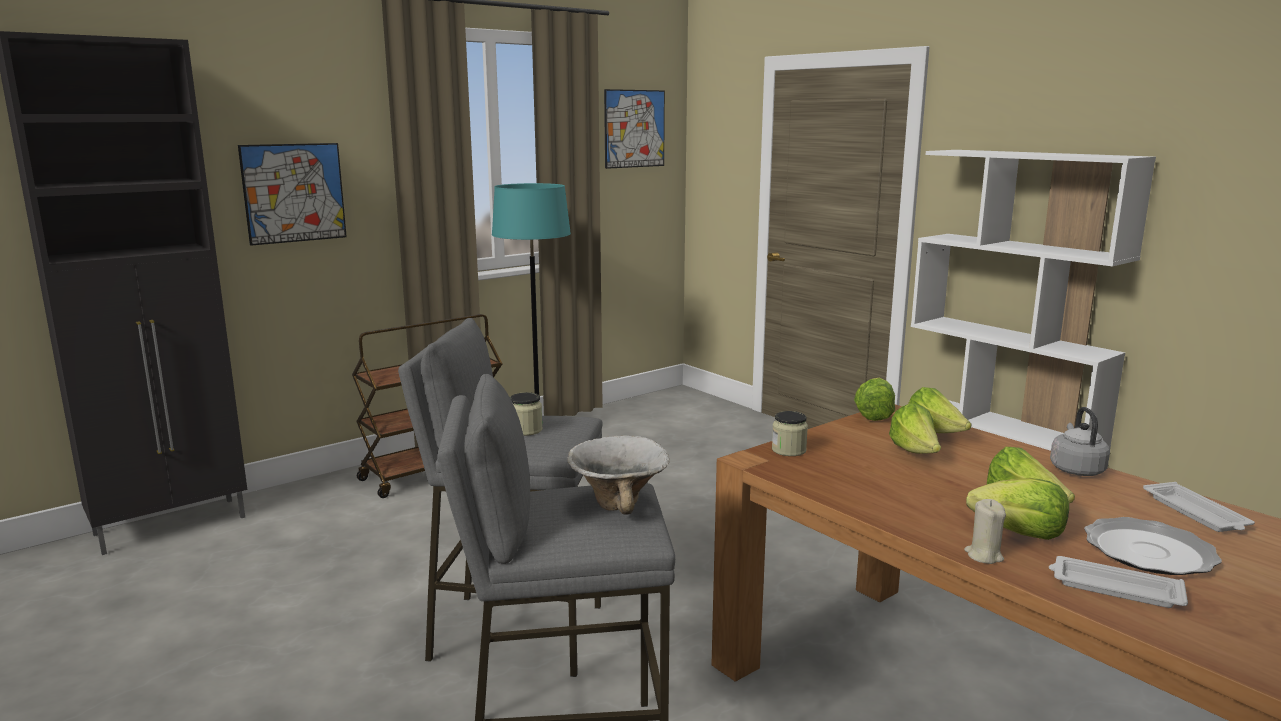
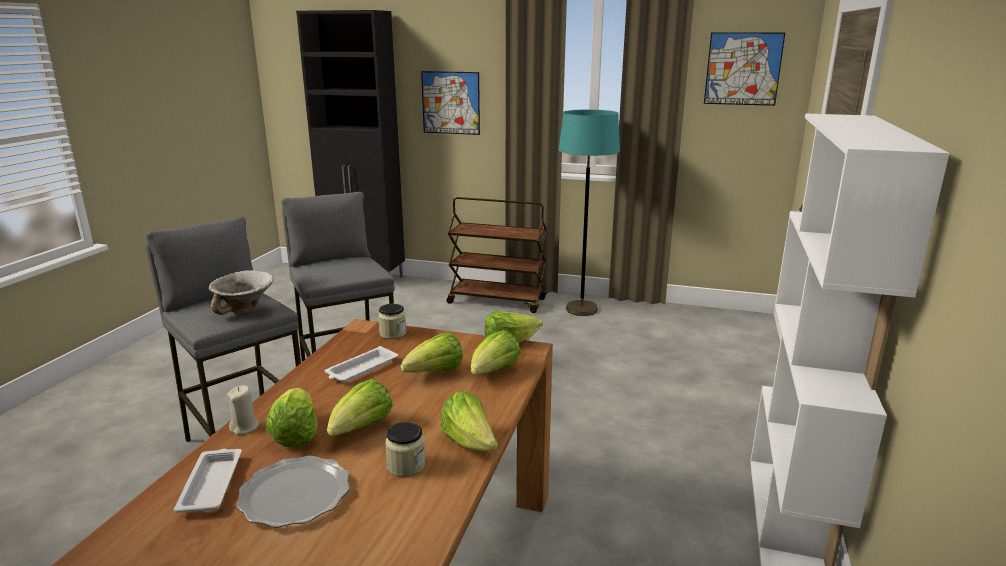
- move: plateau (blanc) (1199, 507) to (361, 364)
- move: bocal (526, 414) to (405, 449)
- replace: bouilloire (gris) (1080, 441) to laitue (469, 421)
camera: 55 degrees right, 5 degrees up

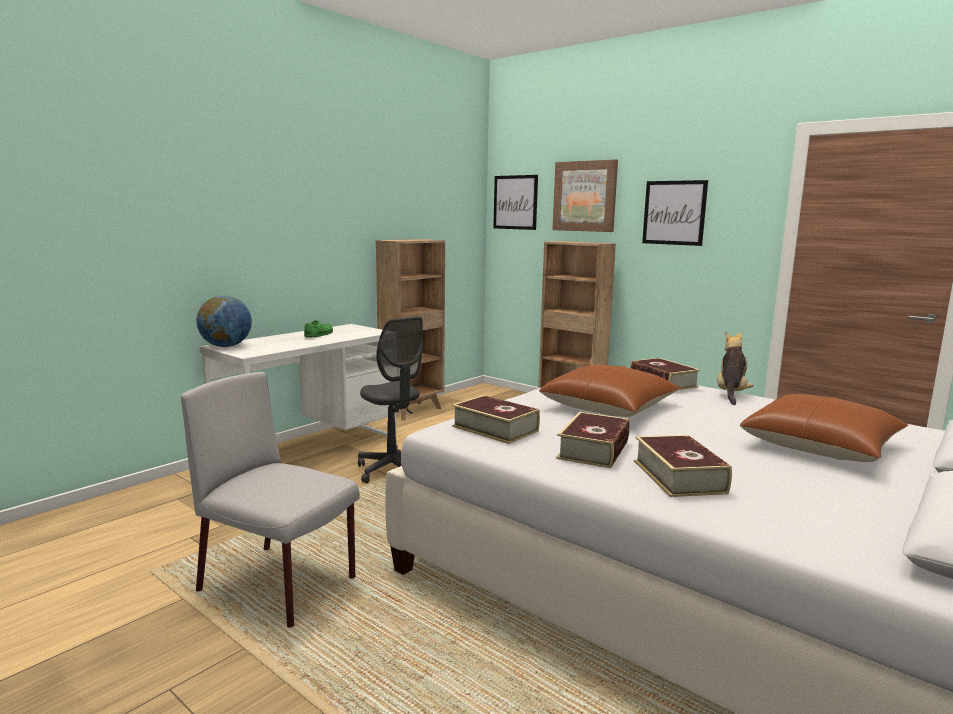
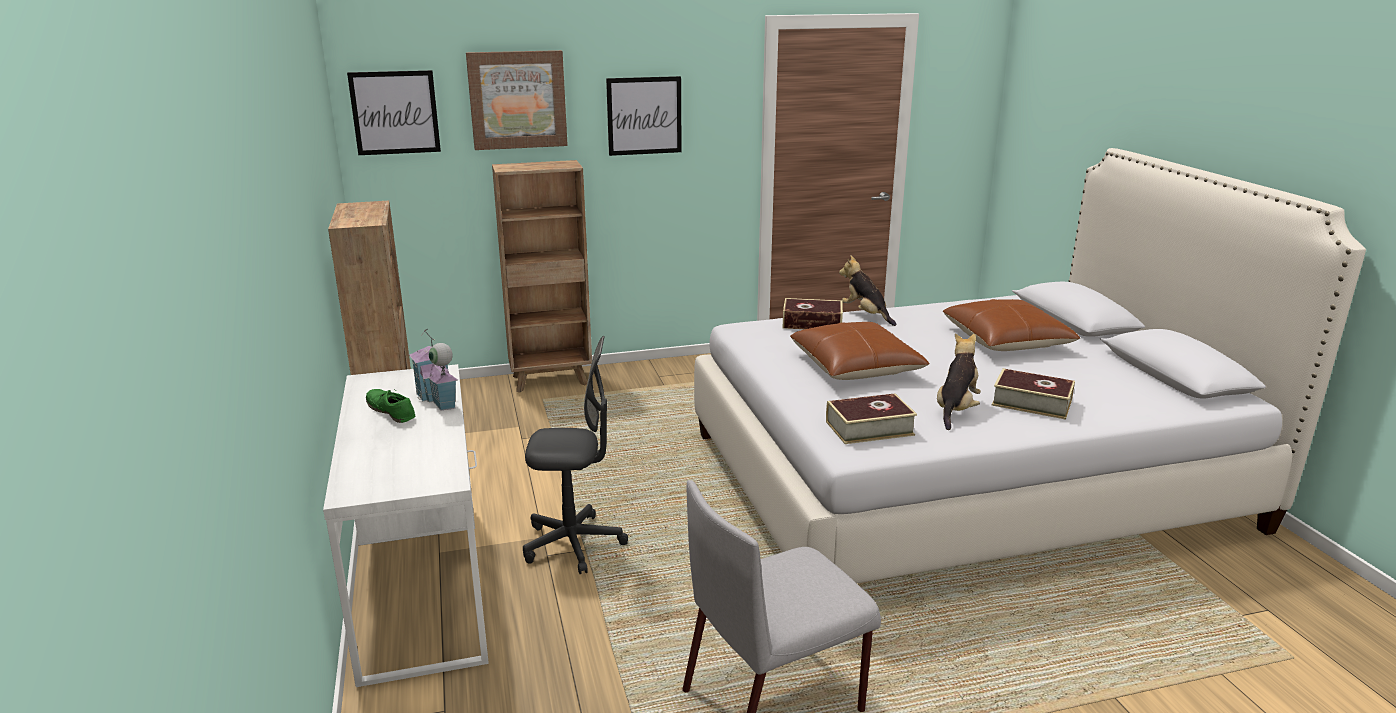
- insert: maison miniature (433, 369)
- replace: livre (593, 440) to peluche (959, 381)
- delete: globe (224, 321)
camera: 55 degrees left, 10 degrees up

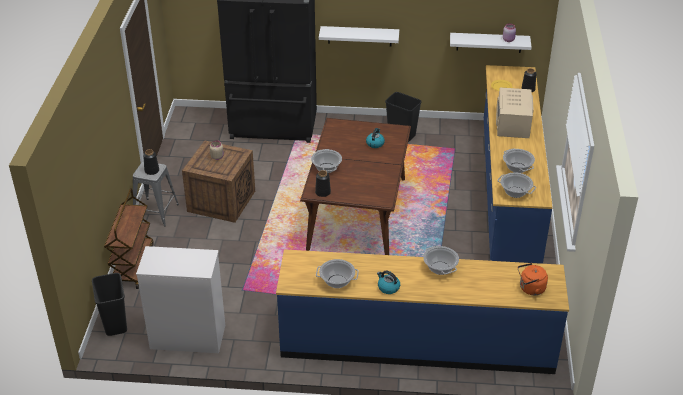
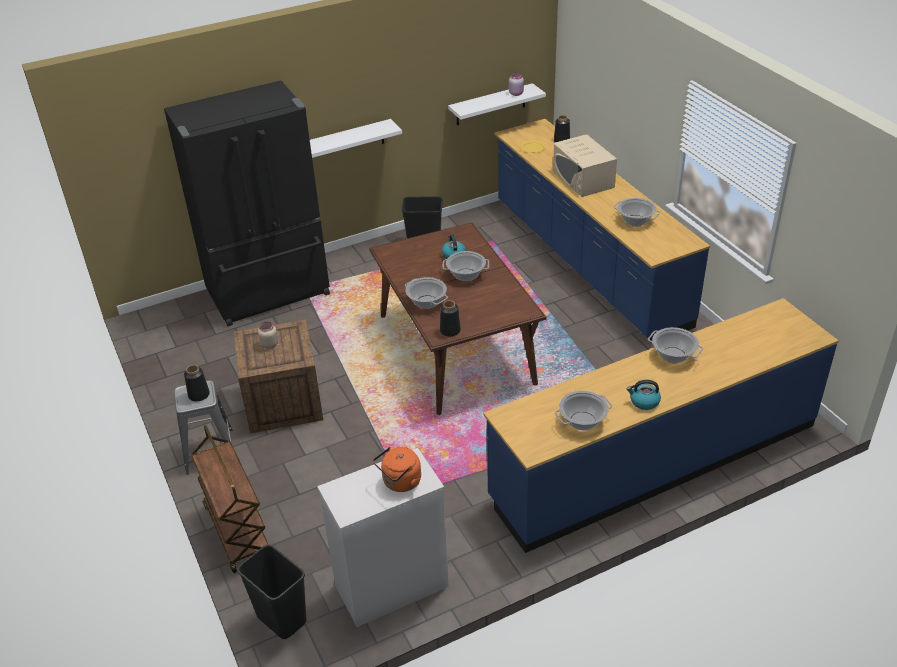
- move: bouilloire (orange) (533, 279) to (397, 469)
- move: marmite (516, 185) to (465, 266)
camera: 30 degrees left, 0 degrees up

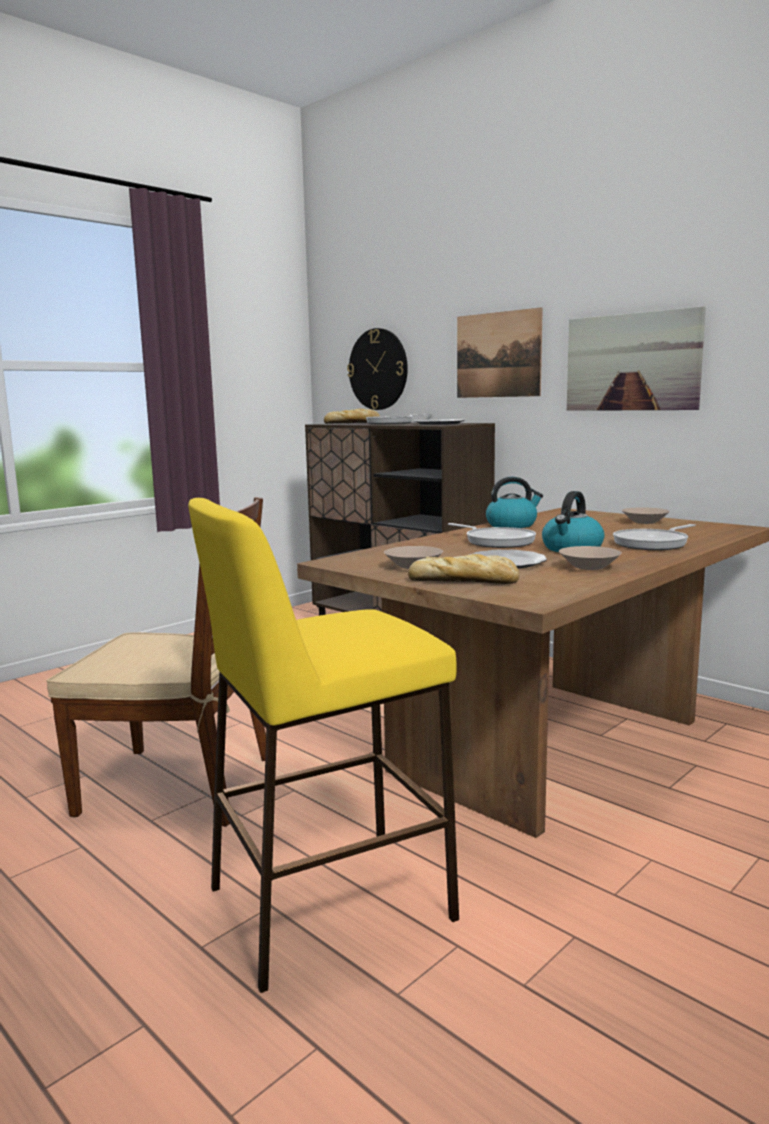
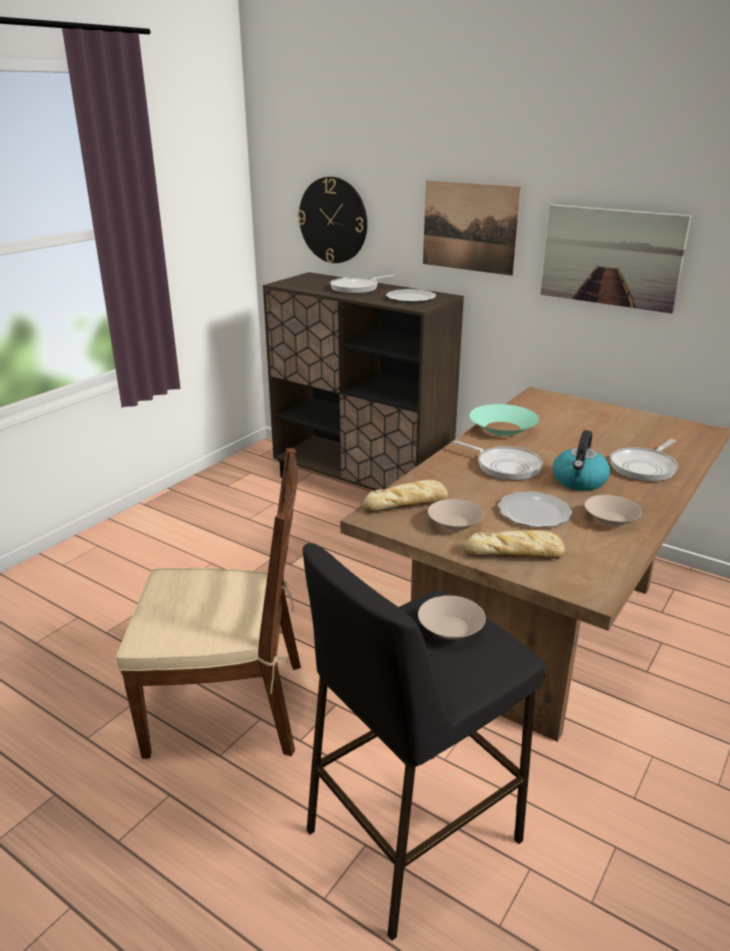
- recolor: tabouret (jaune) (323, 745) to tabouret (noir) (424, 742)
- move: pain (352, 416) to (405, 496)
- move: bol (beige) (646, 515) to (452, 617)
- replace: bouilloire (514, 502) to bol (turquoise) (504, 420)
camera: 10 degrees left, 15 degrees up

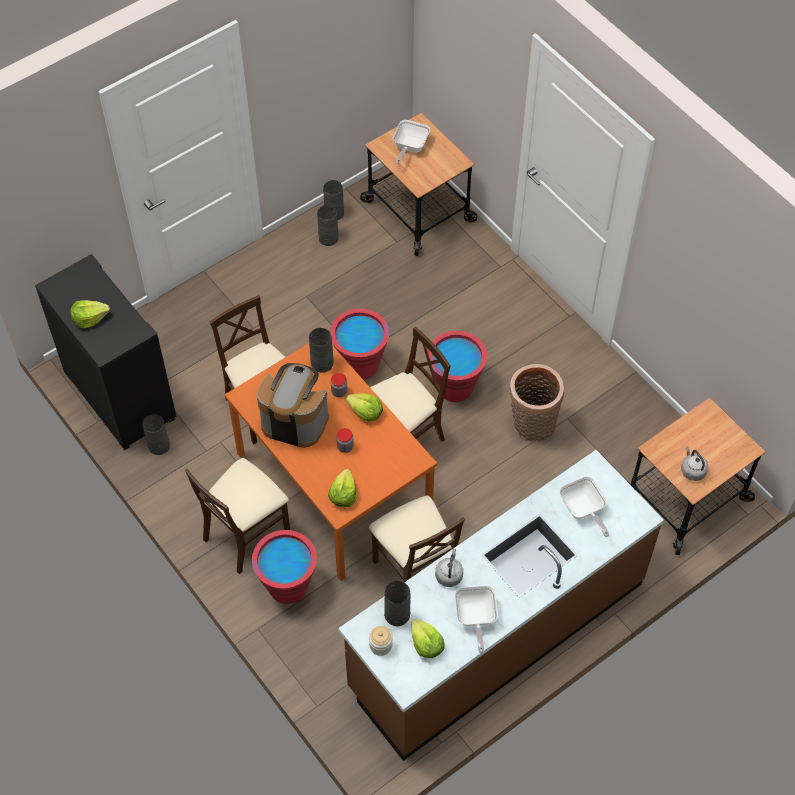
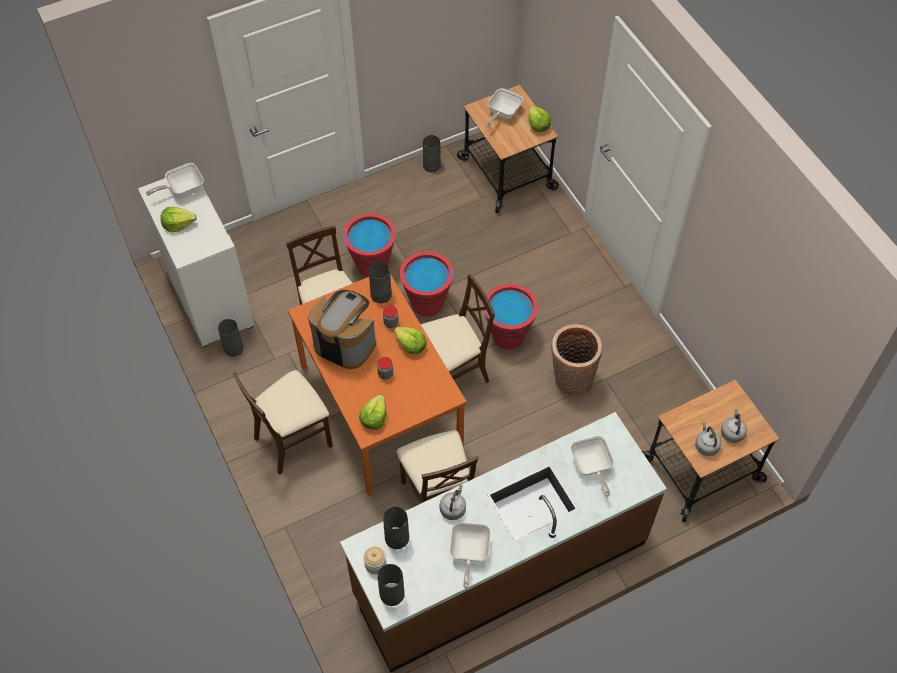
- recolor: meuble de rangement (noir) (105, 352) to meuble de rangement (blanc) (196, 263)
- insert: poêle (175, 180)
- move: seau (rouge) (284, 567) to (369, 245)
- move: vase (gris) (328, 225) to (391, 585)
- move: laitue (427, 638) to (539, 118)
- insert: bouilloire (gris) (734, 426)
camera: 10 degrees right, 0 degrees up

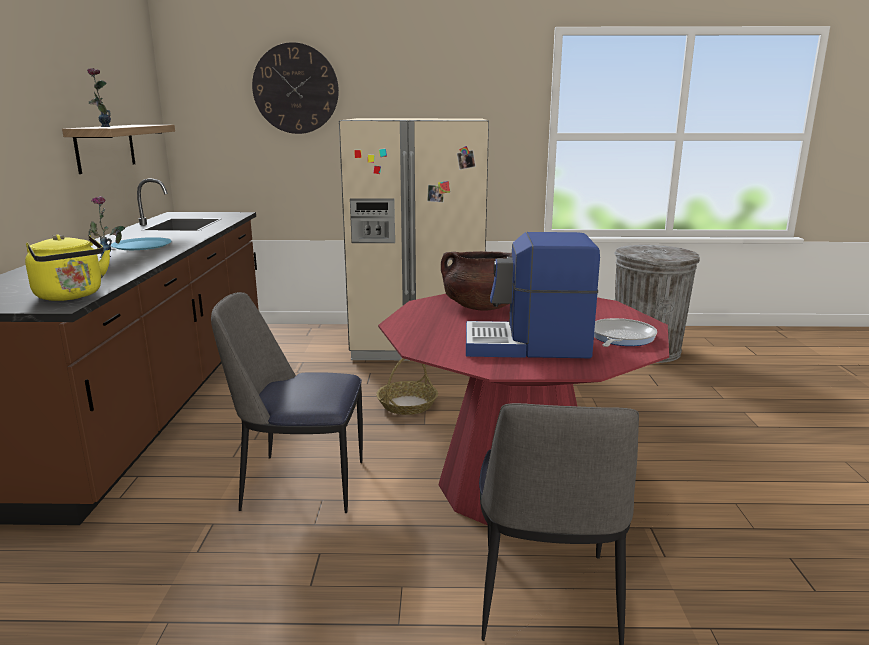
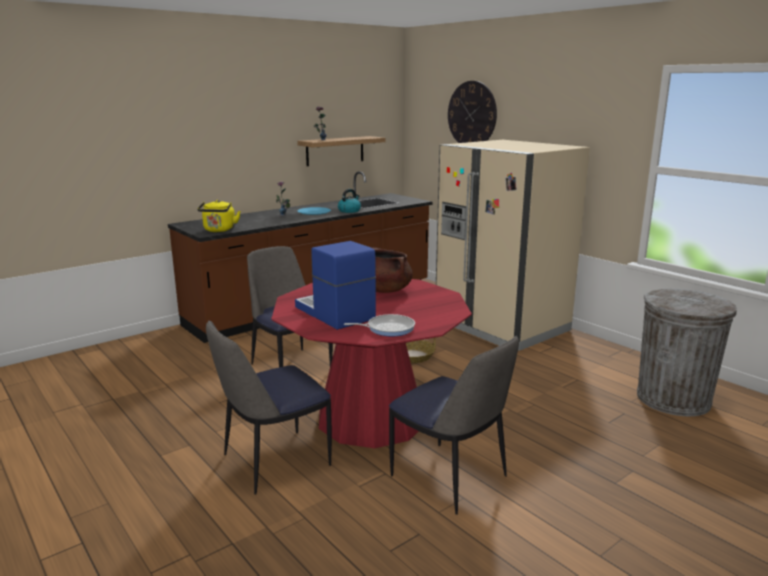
- insert: bouilloire (349, 201)
- insert: chaise (454, 425)
camera: 50 degrees right, 0 degrees up

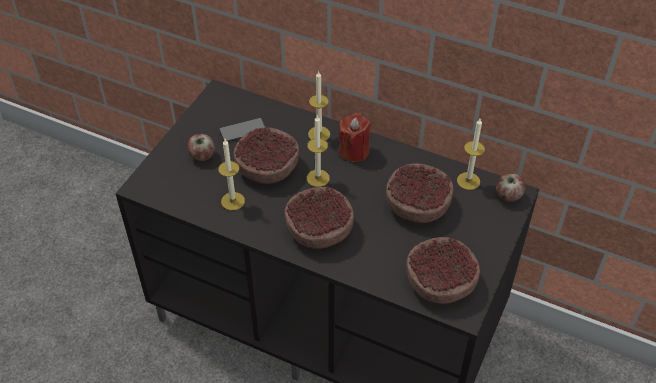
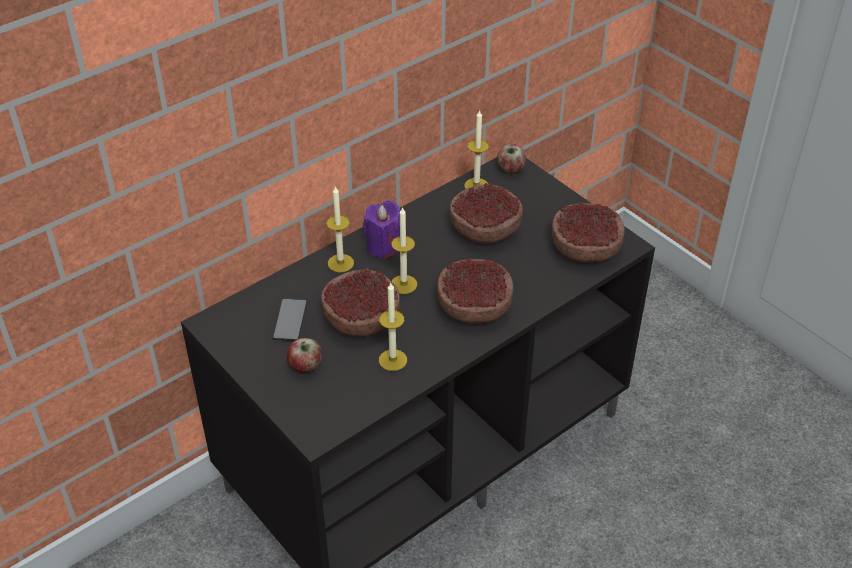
- recolor: bougie (rouge) (355, 137) to bougie (violet) (382, 229)
camera: 65 degrees left, 5 degrees down

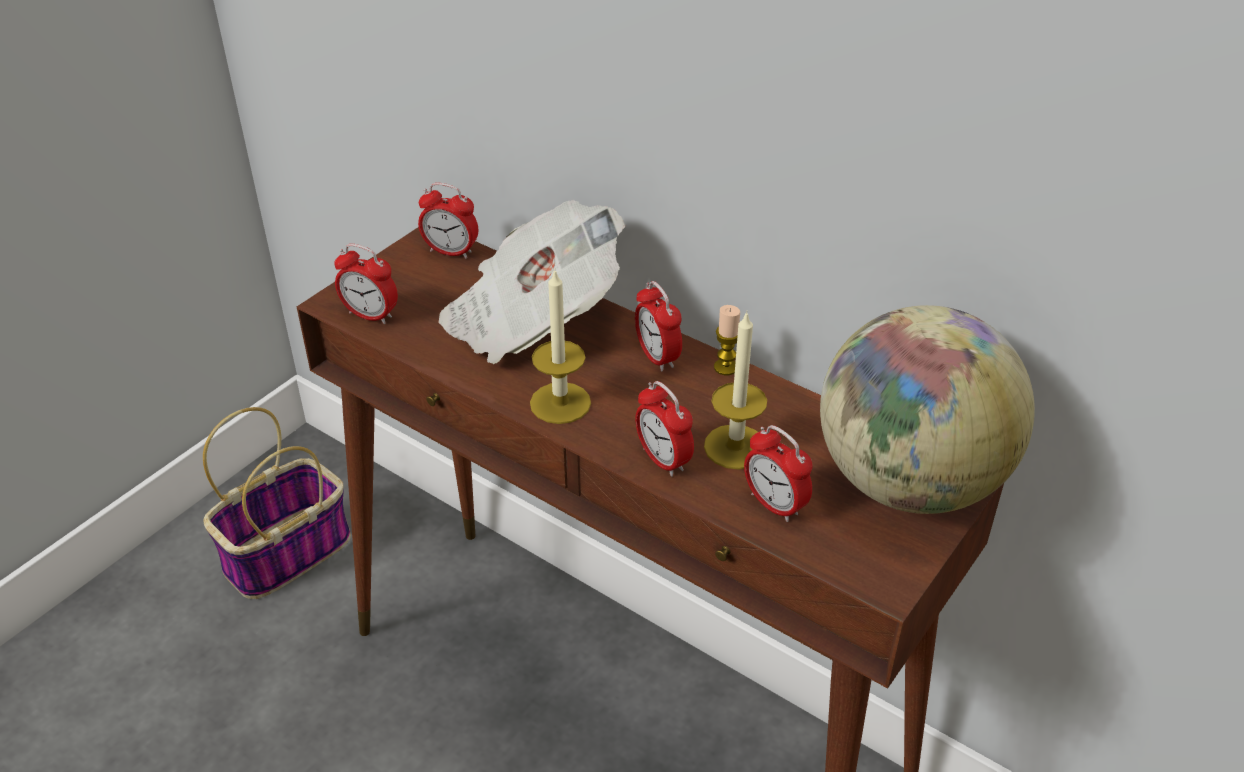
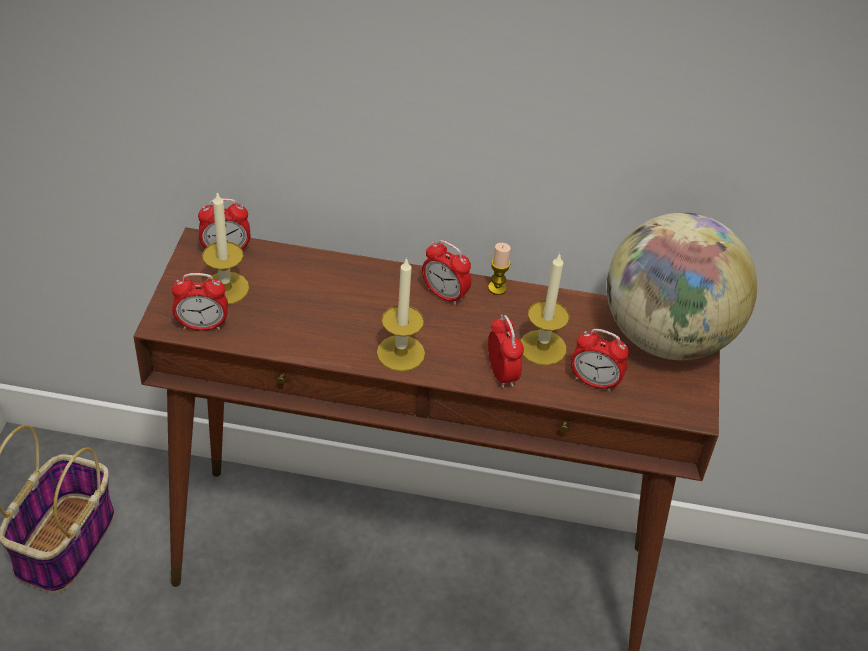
- insert: bougie (225, 248)
- rotate: réveil (664, 429) = (506, 351) 135 degrees counterclockwise
- delete: journal (532, 282)
camera: 30 degrees left, 5 degrees up

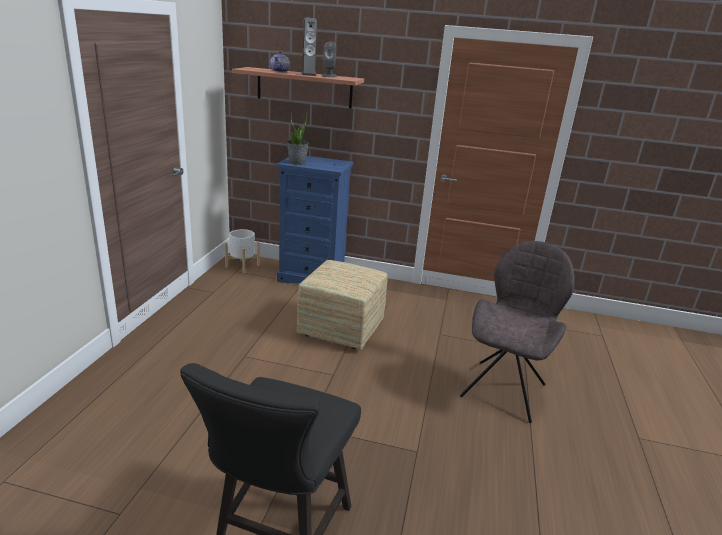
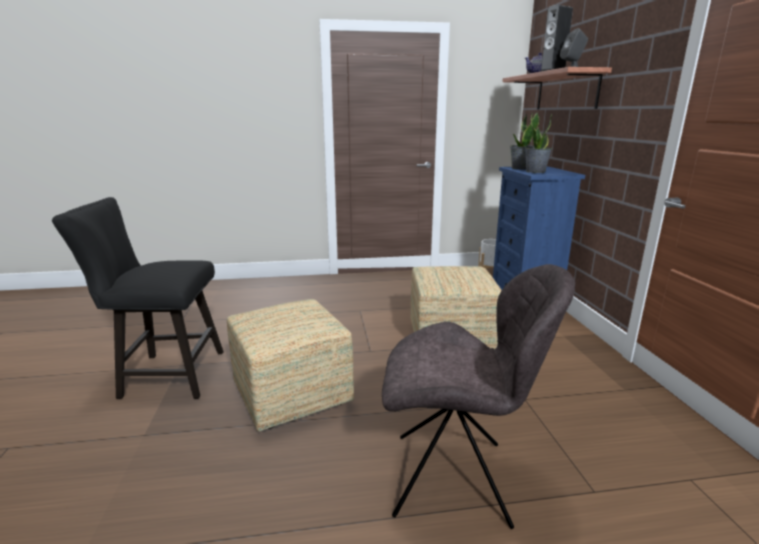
- insert: pouf (290, 365)
- insert: plante en pot (538, 143)
camera: 70 degrees right, 5 degrees down

